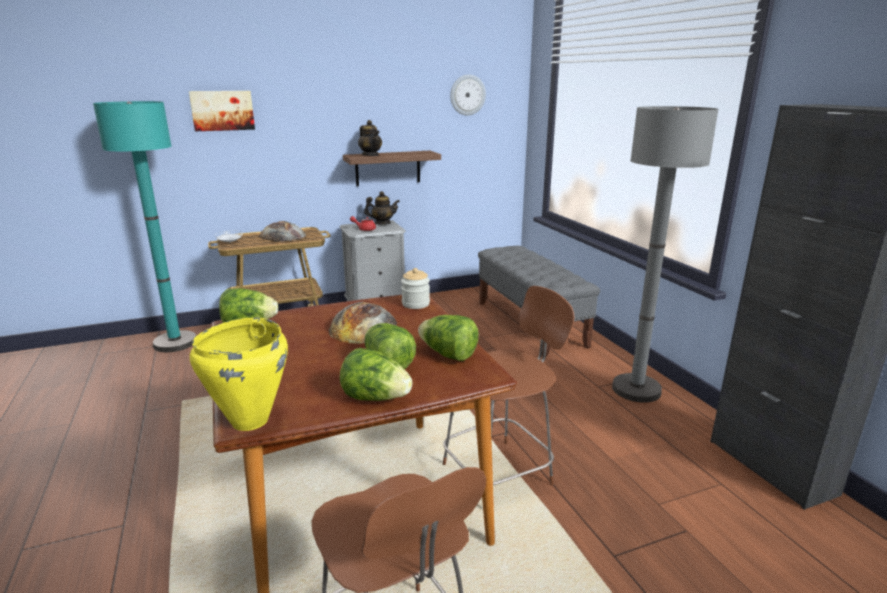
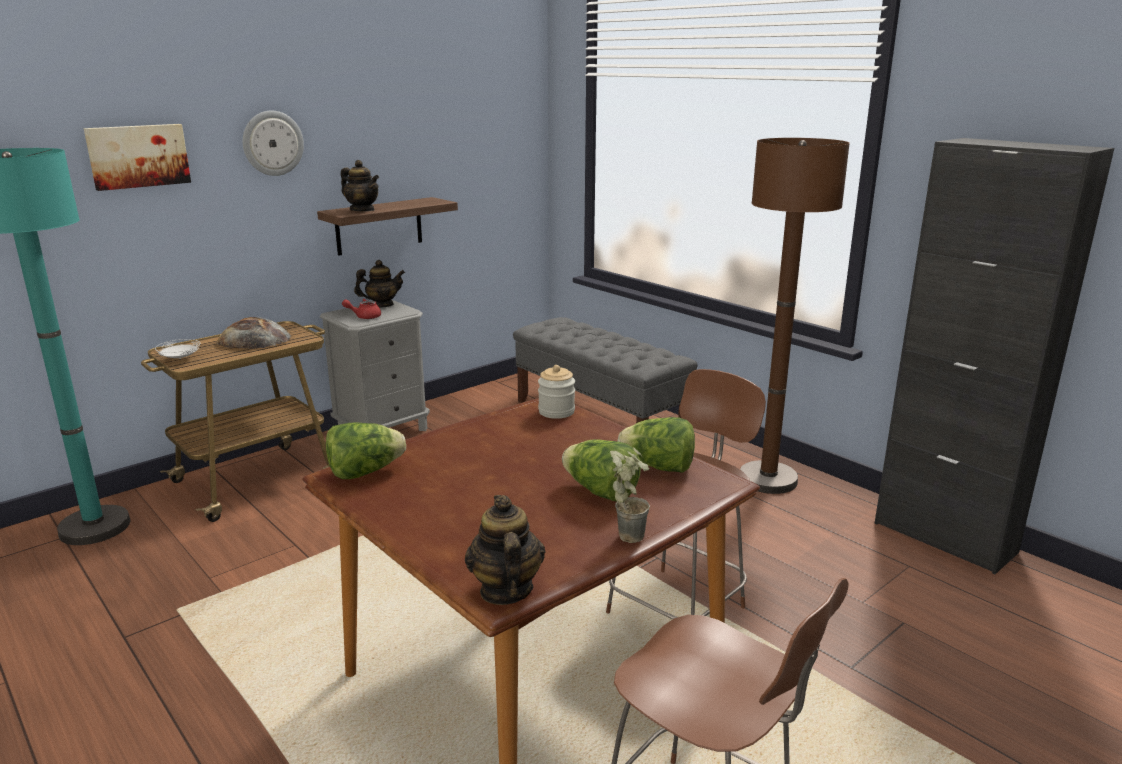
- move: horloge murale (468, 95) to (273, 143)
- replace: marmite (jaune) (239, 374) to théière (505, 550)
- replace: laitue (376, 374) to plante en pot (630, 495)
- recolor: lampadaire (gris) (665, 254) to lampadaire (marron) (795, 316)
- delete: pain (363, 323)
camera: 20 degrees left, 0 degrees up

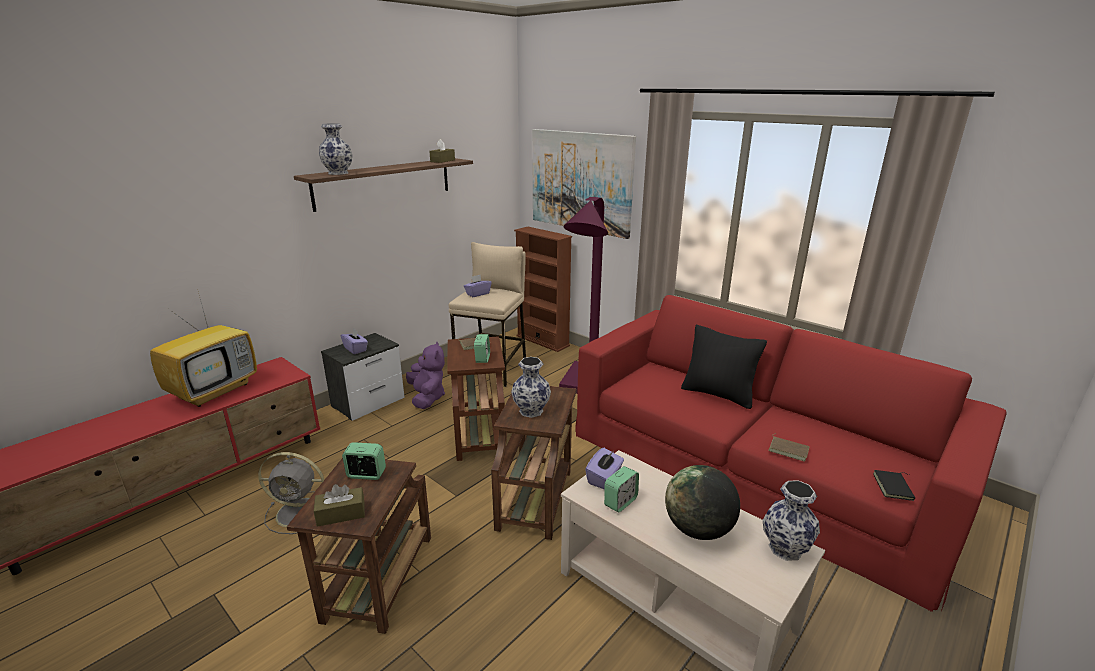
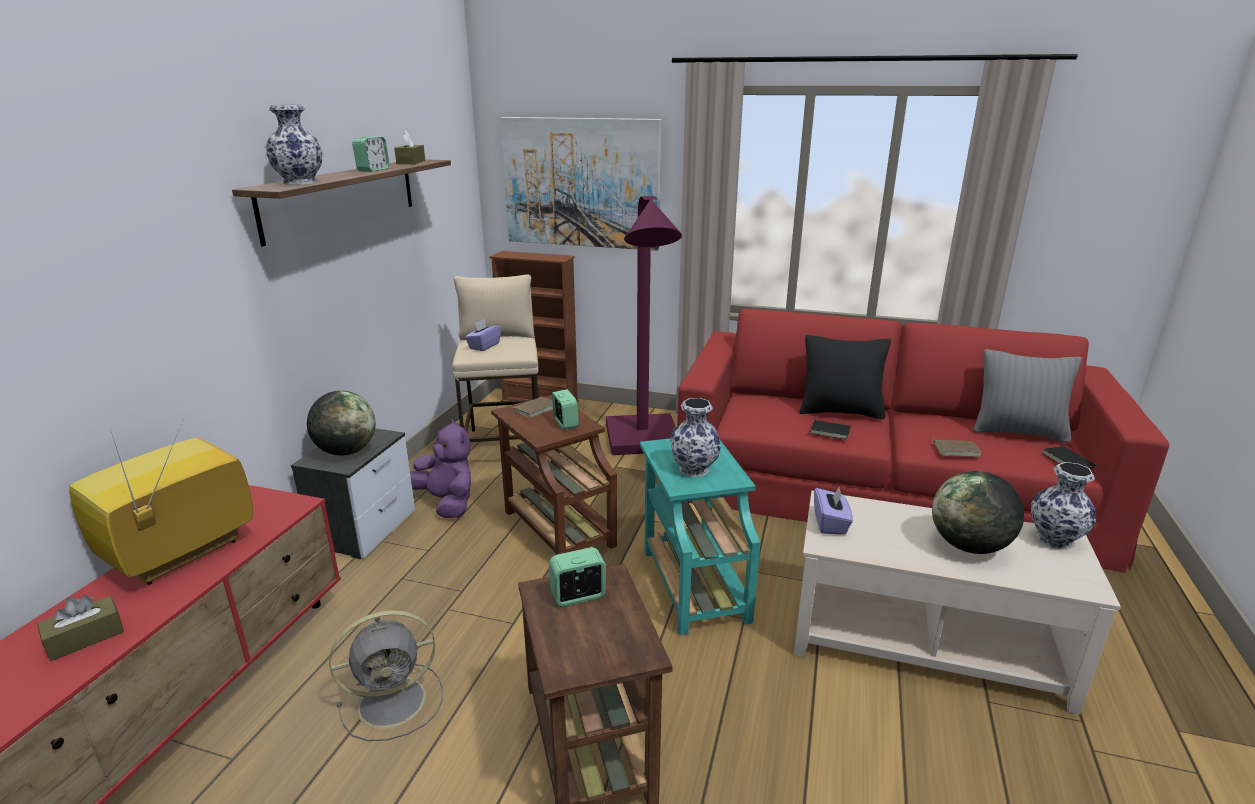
- move: boîte à mouchoirs (marron) (339, 505) to (81, 628)
- rotate: téléviseur (203, 349) = (161, 506) 150 degrees counterclockwise
- replace: boîte à mouchoirs (violet) (354, 341) to globe (341, 423)
- move: réveil (621, 489) to (370, 154)
- recolor: table d'appoint (marron) (534, 463) to table d'appoint (turquoise) (700, 536)
- insert: livre (noir) (830, 428)
- insert: coussin (gris) (1027, 396)
camera: 25 degrees left, 0 degrees up

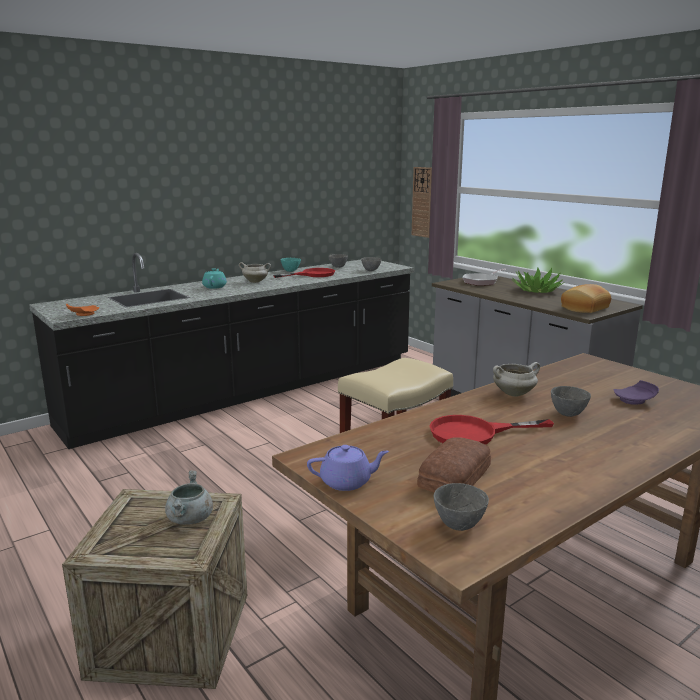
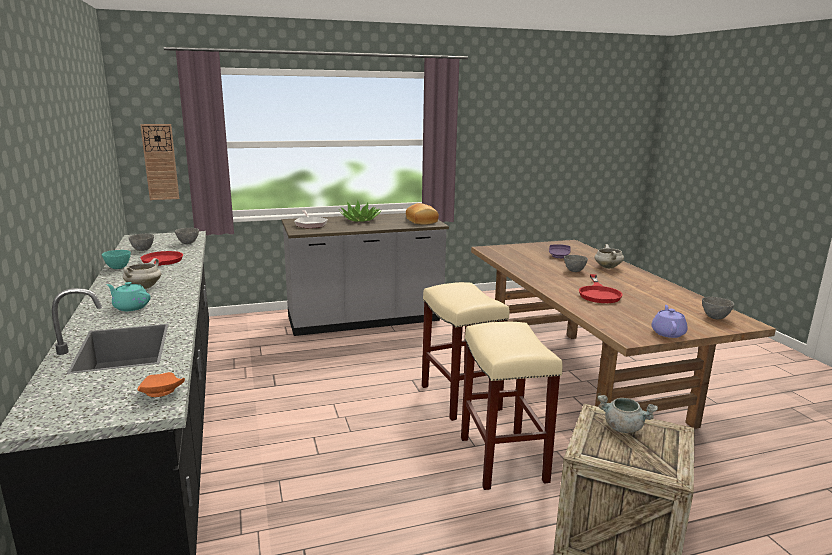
- insert: tabouret (beige) (512, 406)
- move: marmite (blanc) (516, 379) to (609, 256)
- delete: pain (454, 464)
camera: 70 degrees left, 0 degrees up

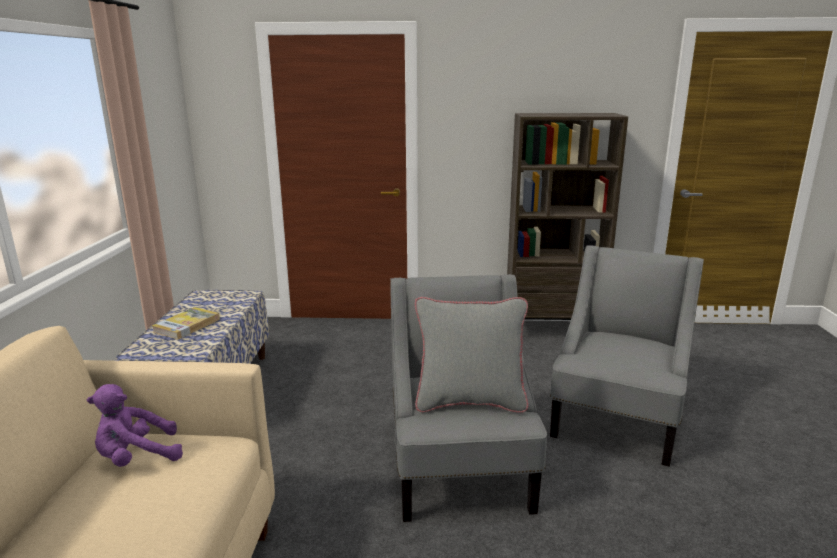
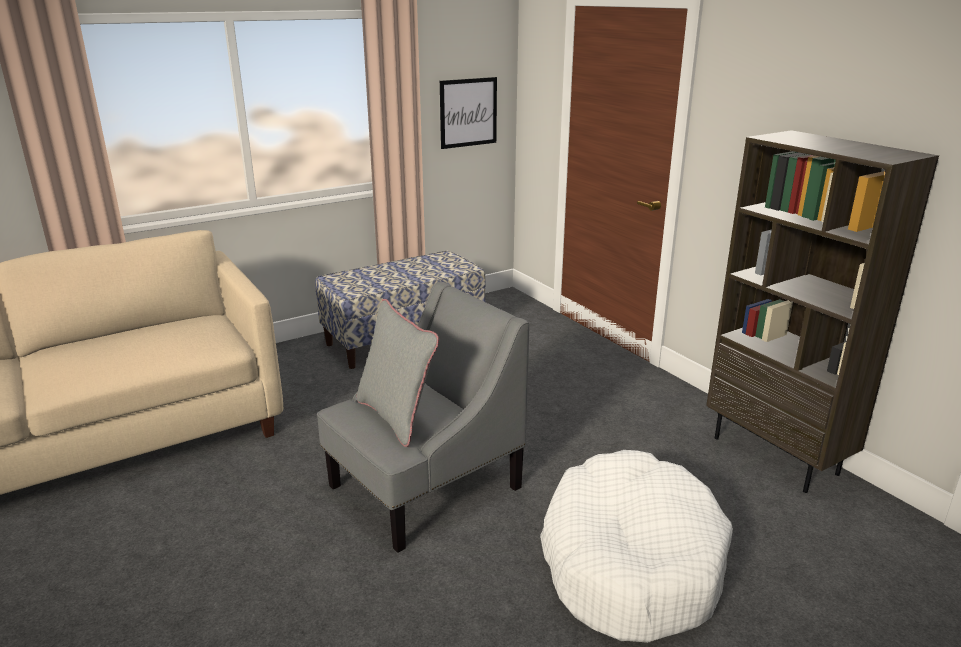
- insert: tableau (468, 113)
- replace: fauteuil (gris) (627, 356) to panier pour chien (blanc) (636, 546)
- delete: peluche (violet) (135, 425)
- delete: livre (186, 323)
camera: 55 degrees right, 5 degrees up

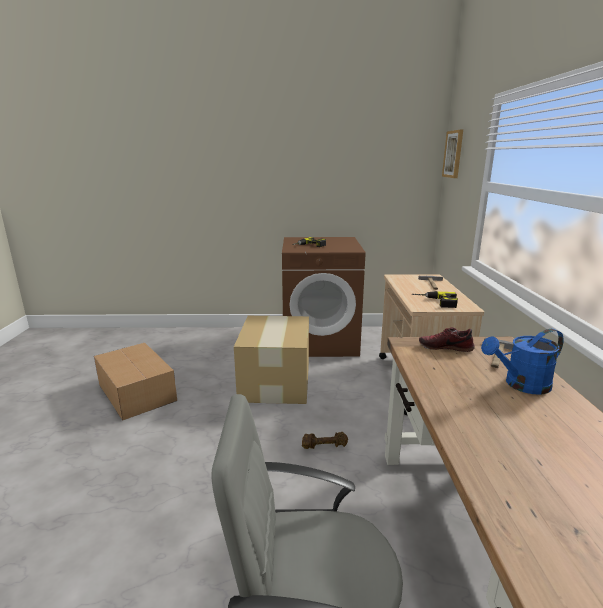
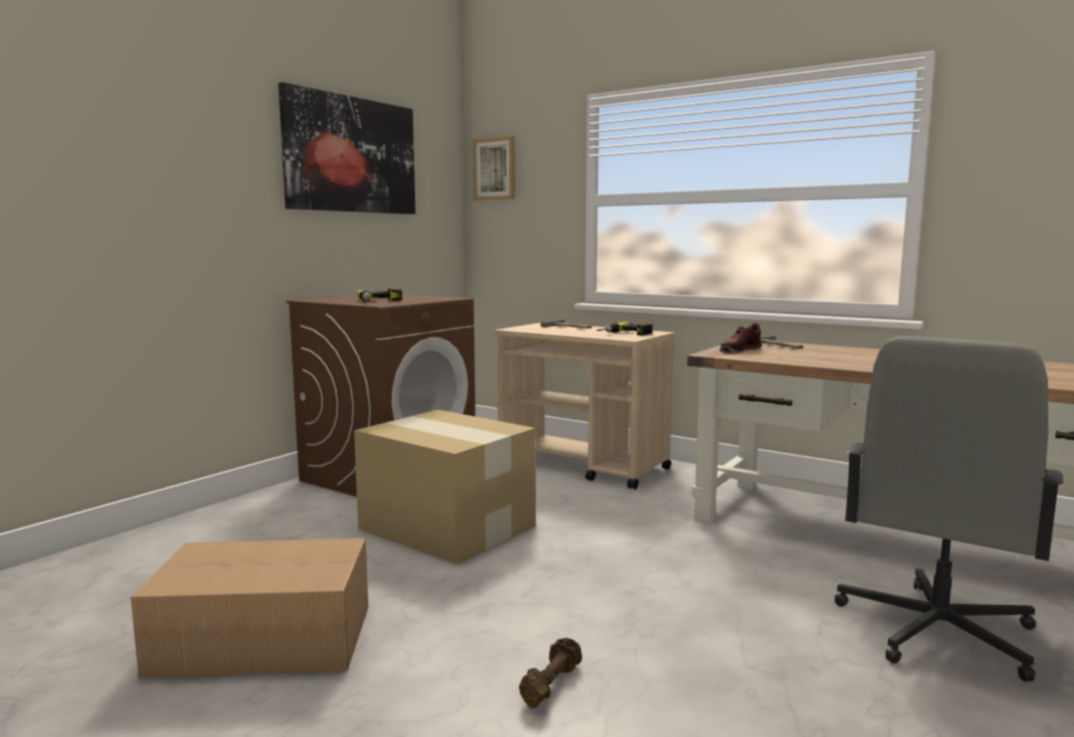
- insert: tableau (347, 148)
- move: haltère (marron) (325, 440) to (550, 673)
- delete: arrosoir (bleu) (522, 362)
camera: 55 degrees left, 10 degrees down

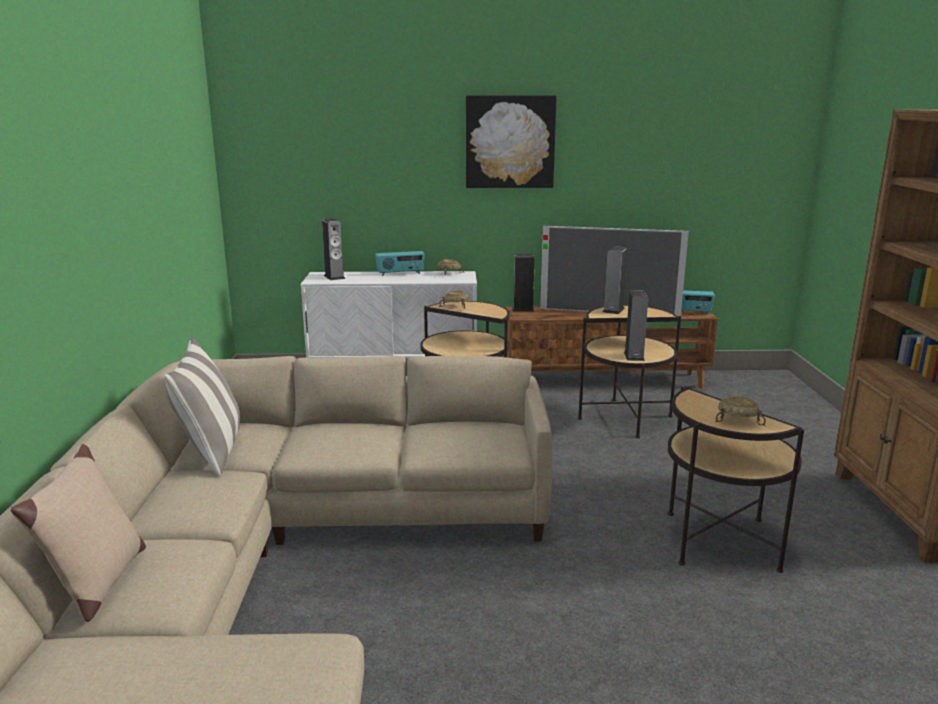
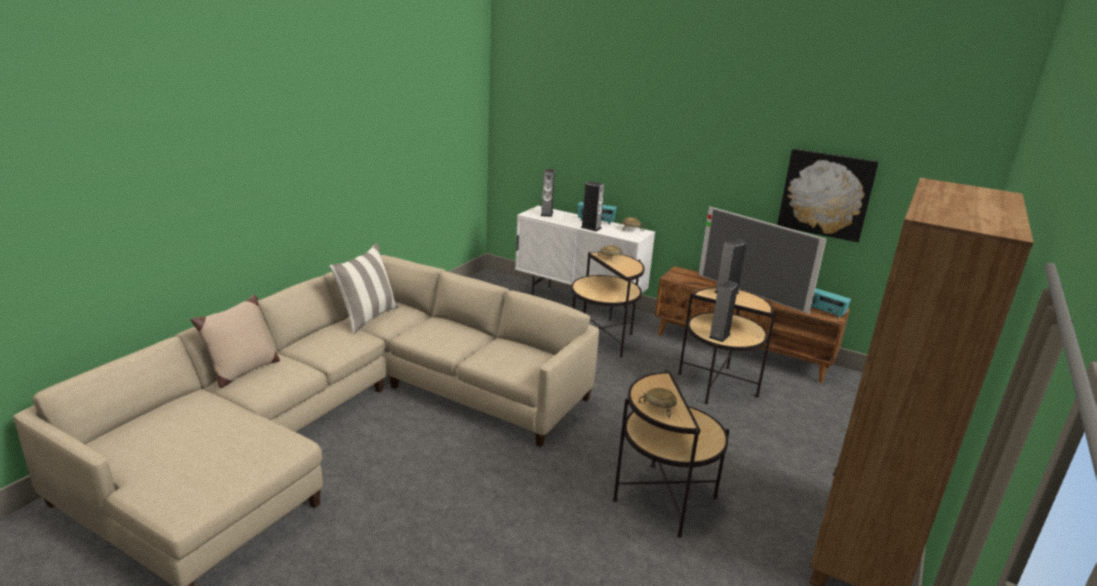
- move: enceinte (523, 282) to (592, 206)
- move: tableau (511, 141) to (828, 195)
camera: 30 degrees right, 5 degrees up

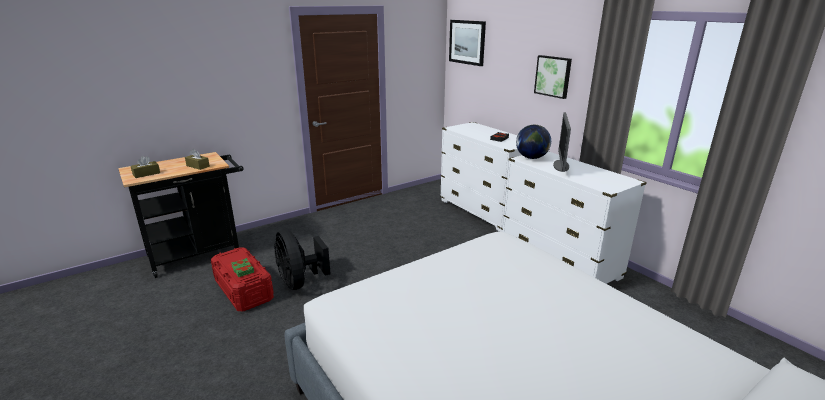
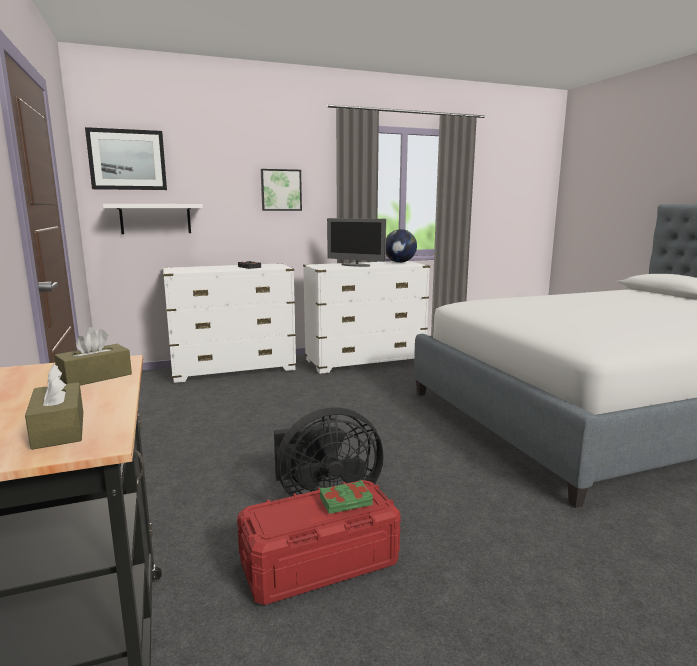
- insert: étagère (blanc) (153, 219)
- move: globe (533, 142) to (401, 246)
camera: 75 degrees left, 10 degrees down

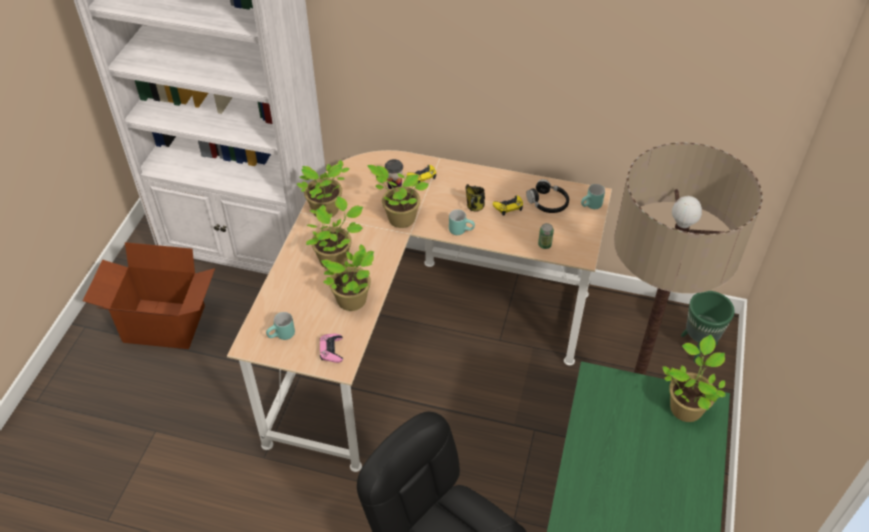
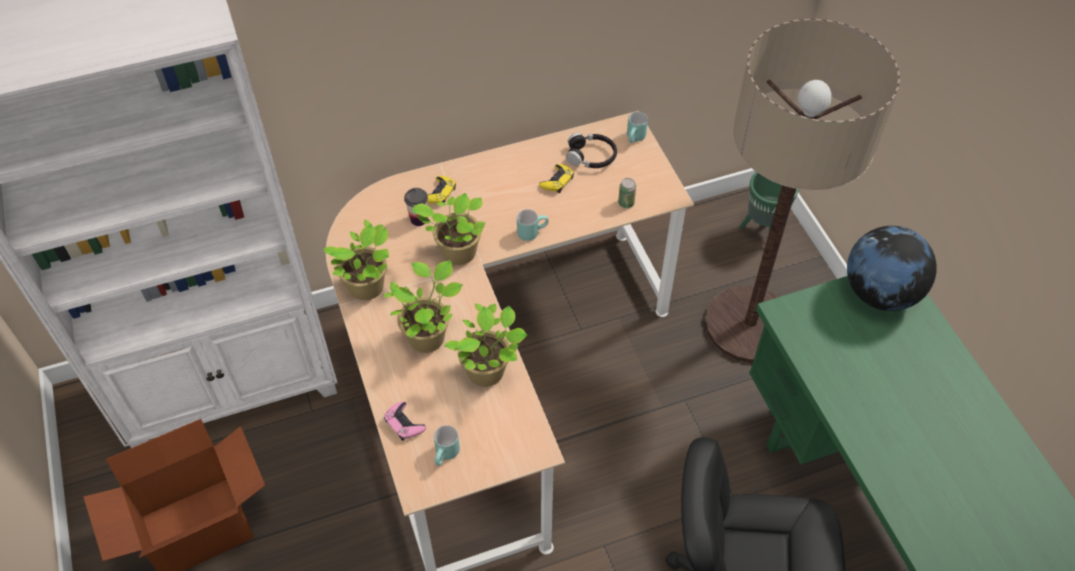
- move: manette (rose) (331, 348) to (405, 421)
- replace: plante en pot (694, 378) to globe (892, 268)
- delete: mug (475, 197)
camera: 35 degrees left, 5 degrees up

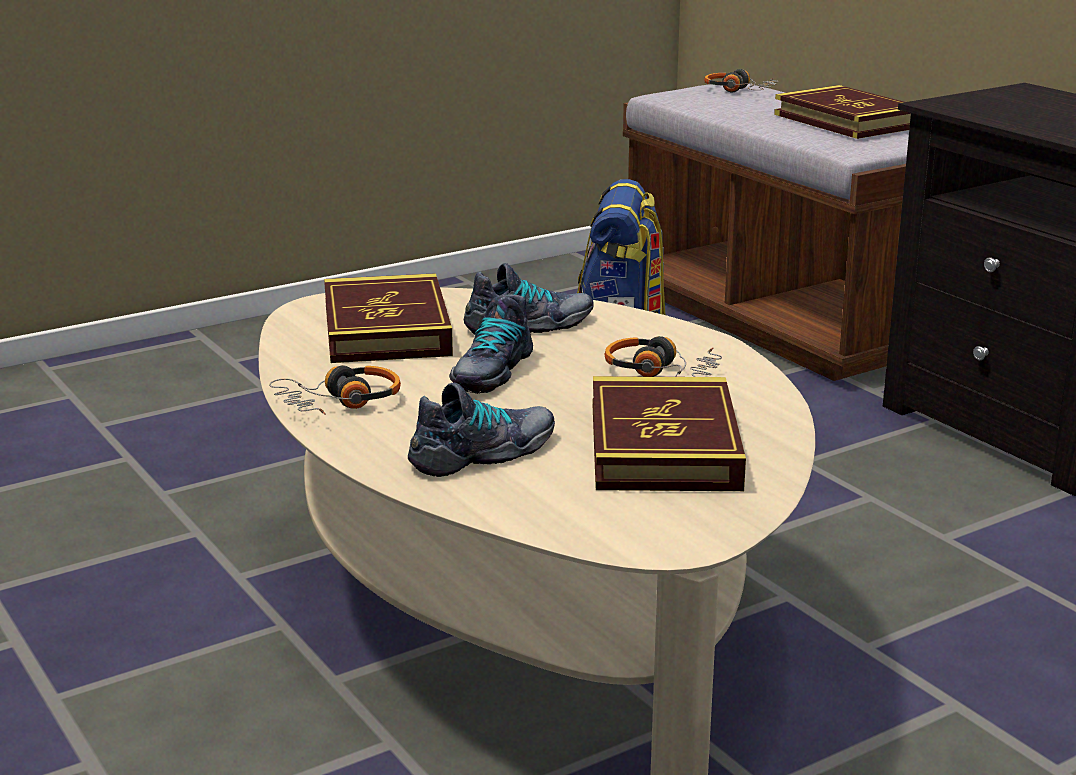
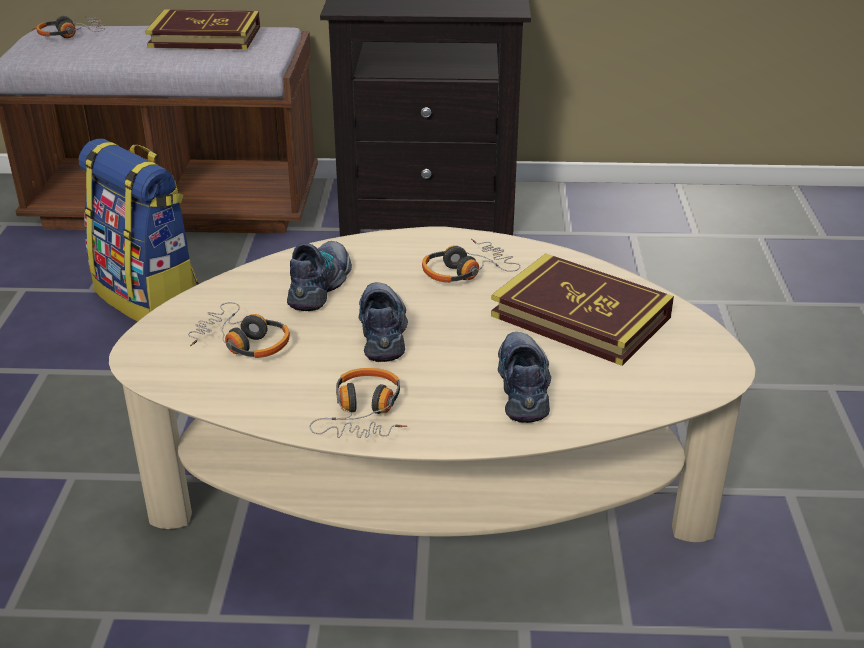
- replace: livre (388, 318) to casque audio (239, 330)
- rotate: chaussure (491, 344) = (383, 322) 150 degrees counterclockwise
camera: 55 degrees left, 10 degrees up

